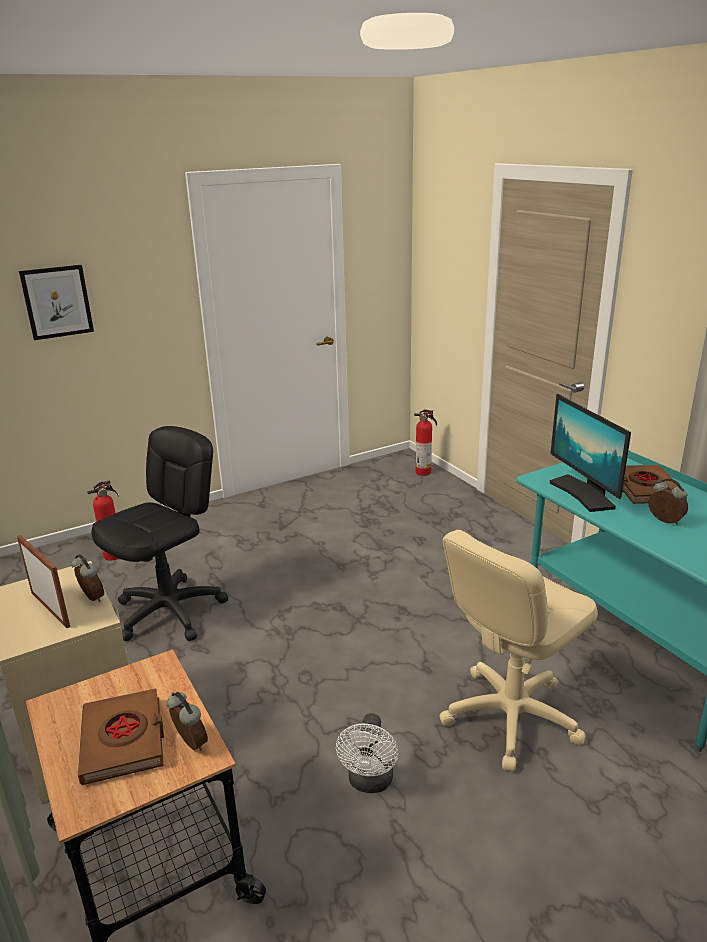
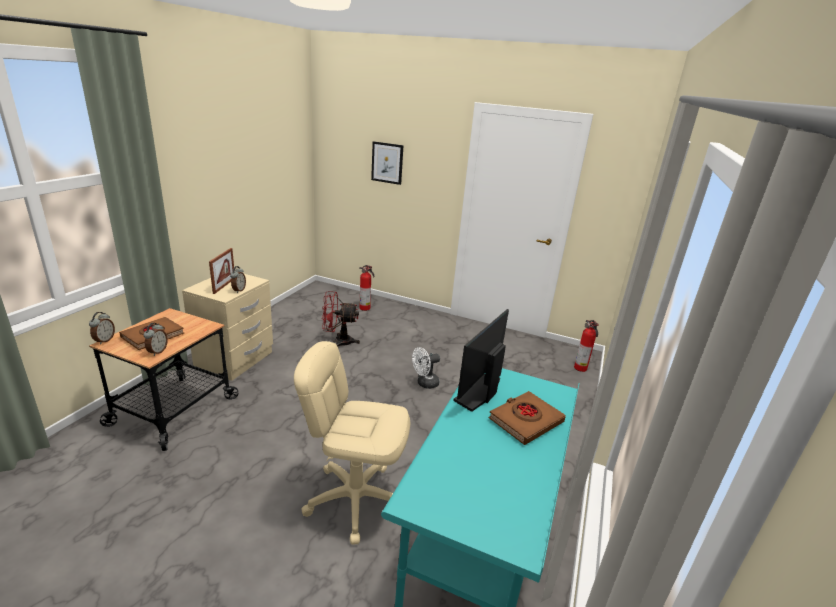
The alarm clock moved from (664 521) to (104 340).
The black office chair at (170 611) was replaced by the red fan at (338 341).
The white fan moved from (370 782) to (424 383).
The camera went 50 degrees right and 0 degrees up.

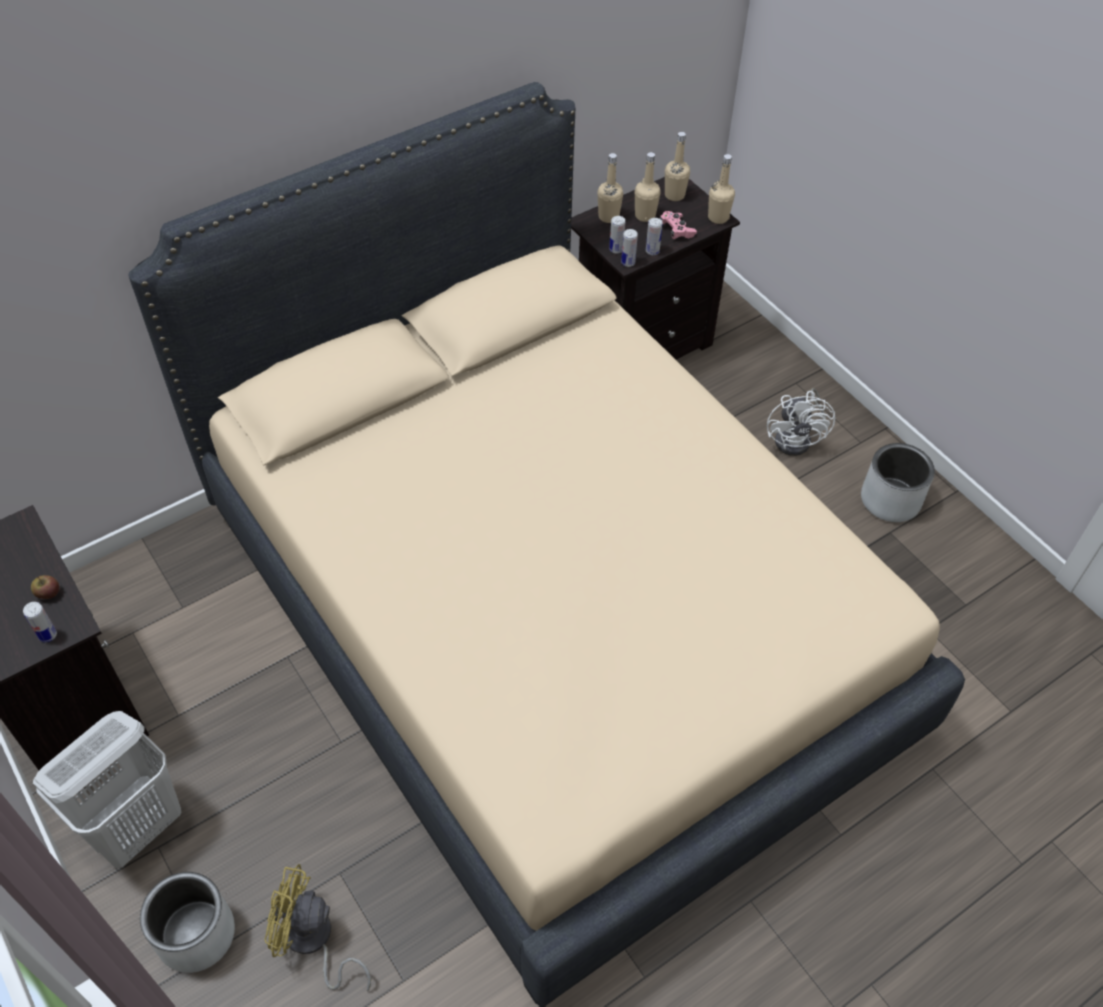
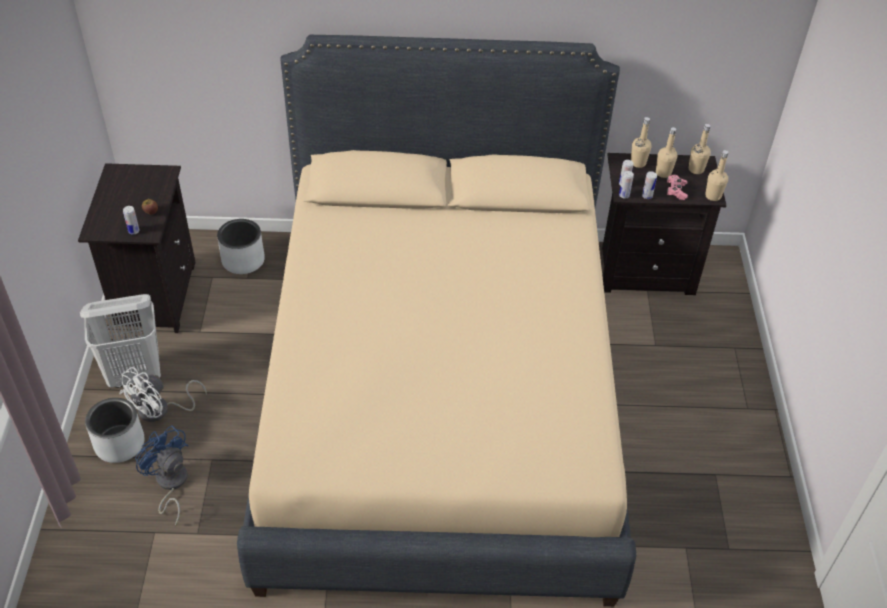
The white fan moved from (797 439) to (161 410).
The yellow fan at (313 942) became the blue fan at (170 484).
The grey planter moved from (891 500) to (243 260).
The camera went 35 degrees right and 5 degrees down.

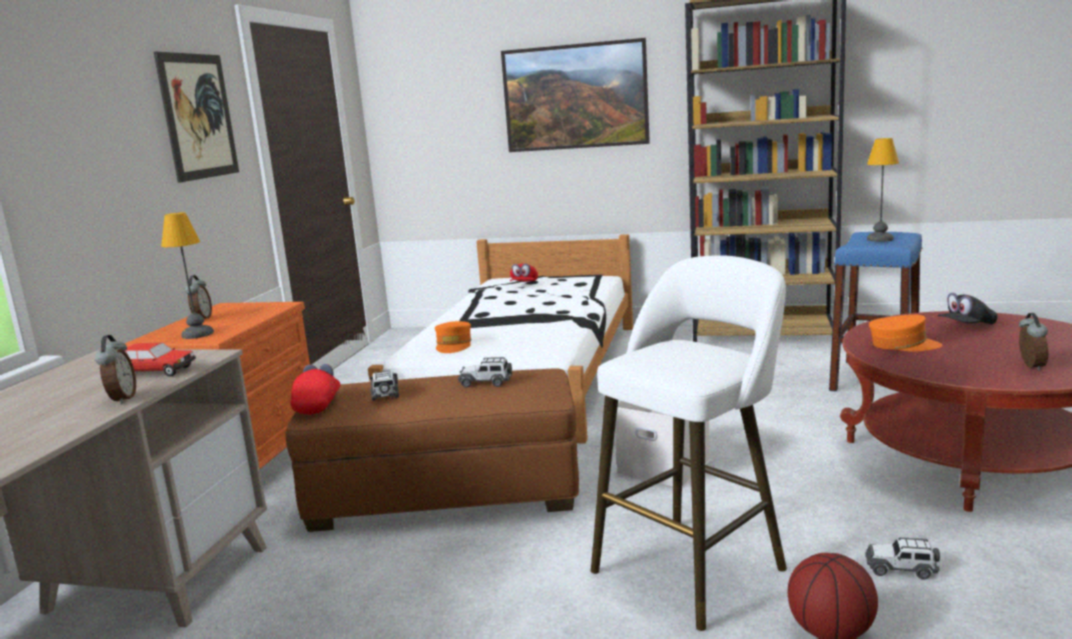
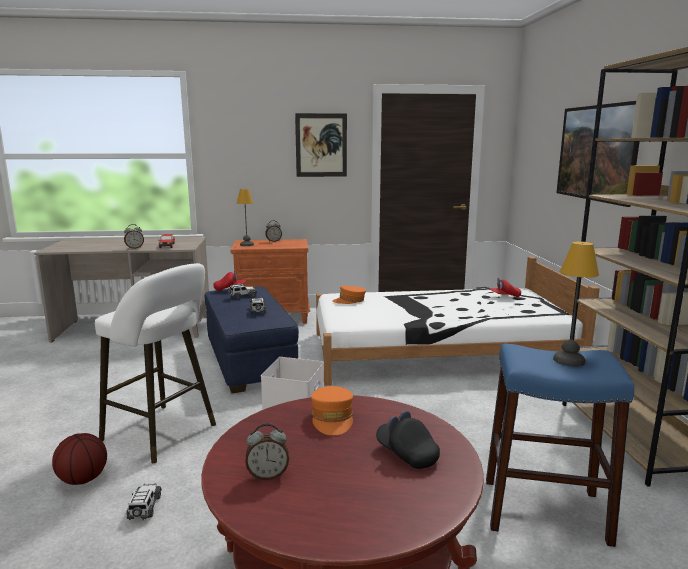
The brown ottoman at (445 495) became the blue ottoman at (248 360).
The camera went 70 degrees right and 0 degrees up.

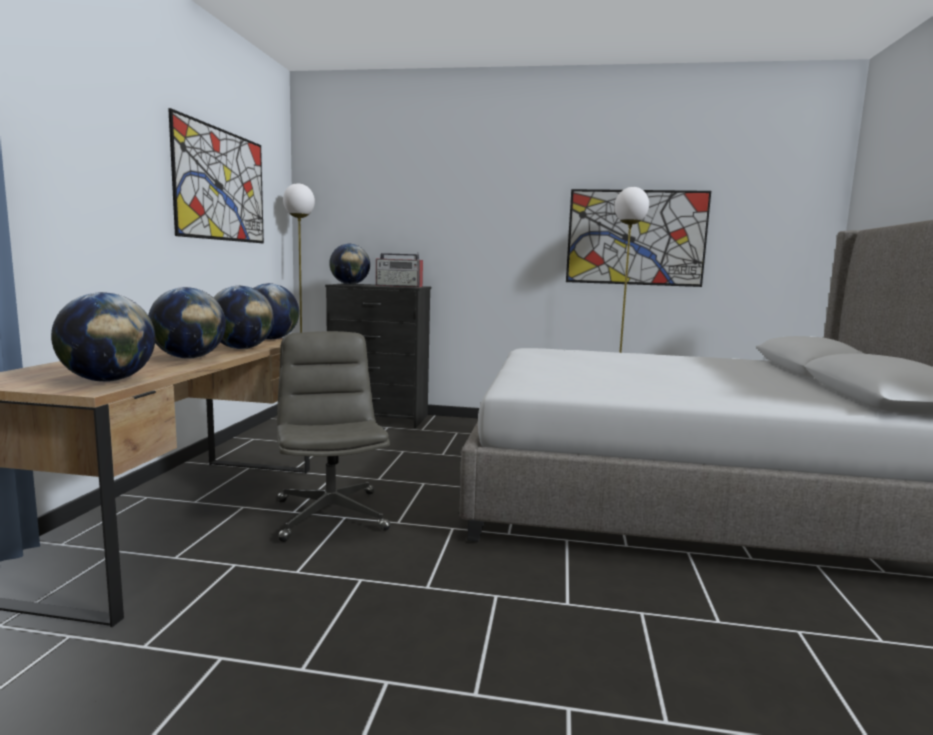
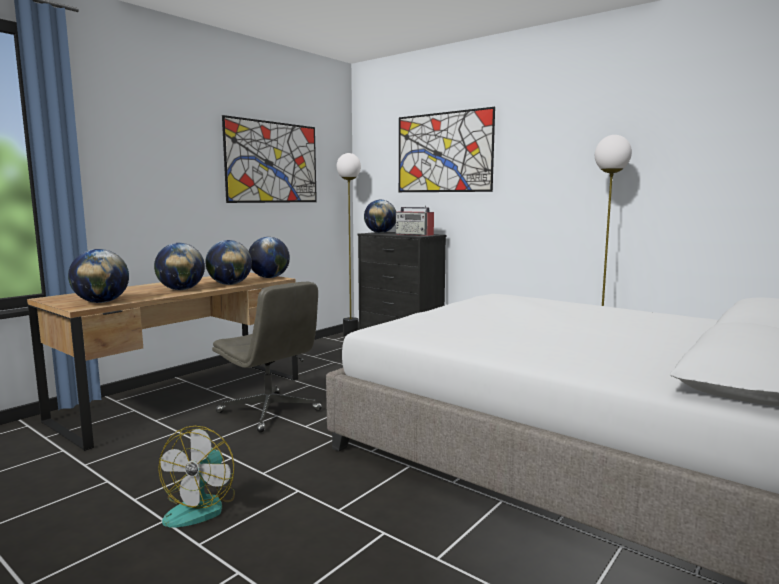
The fan at (202 506) appeared.
The grey office chair at (330 514) turned 120 degrees clockwise.
The picture moved from (636 237) to (443 152).
The camera went 30 degrees right and 0 degrees up.

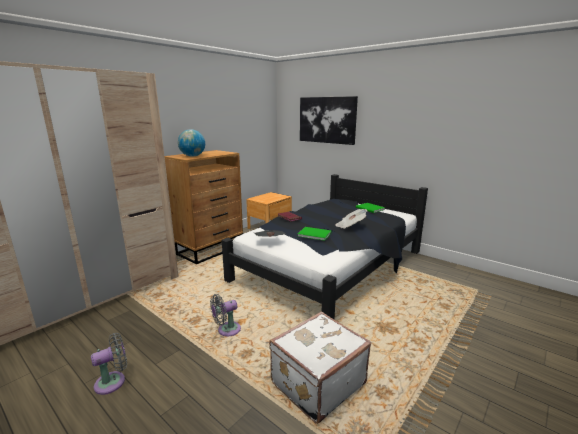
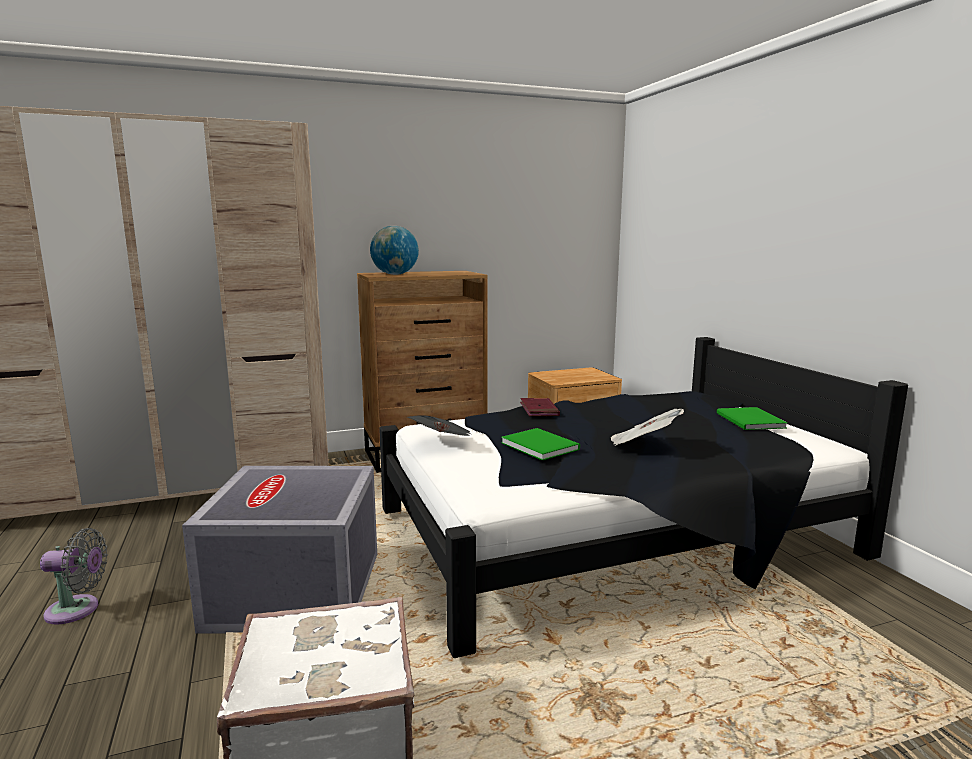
The grey fan at (226 330) was replaced by the grey storage box at (297 591).
The picture at (327 120) disappeared.
The camera went 30 degrees right and 5 degrees down.

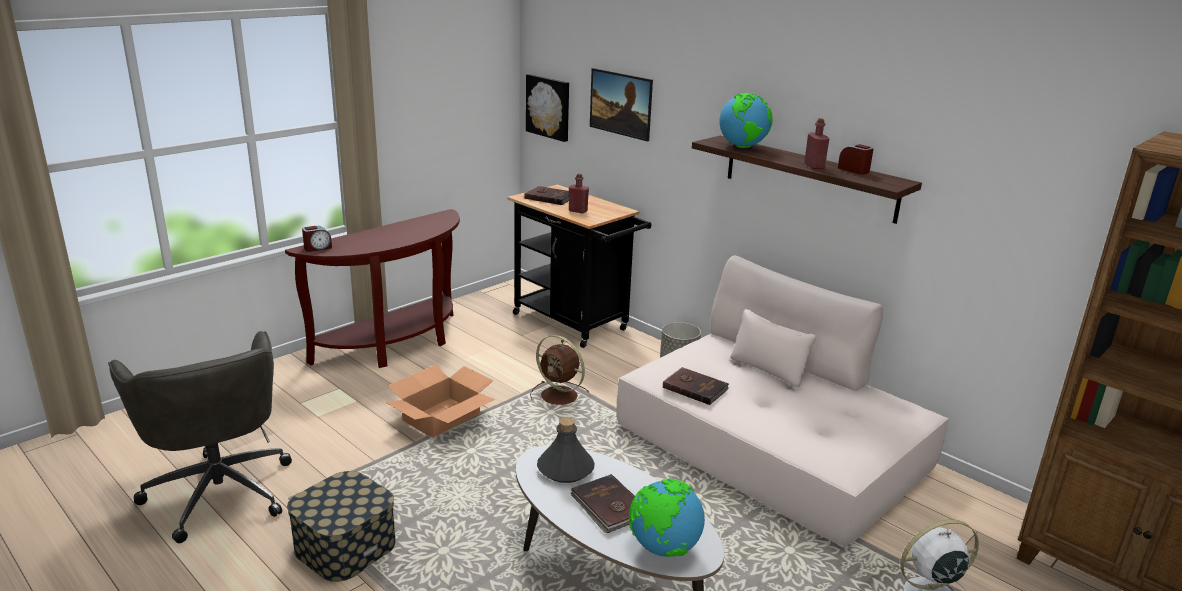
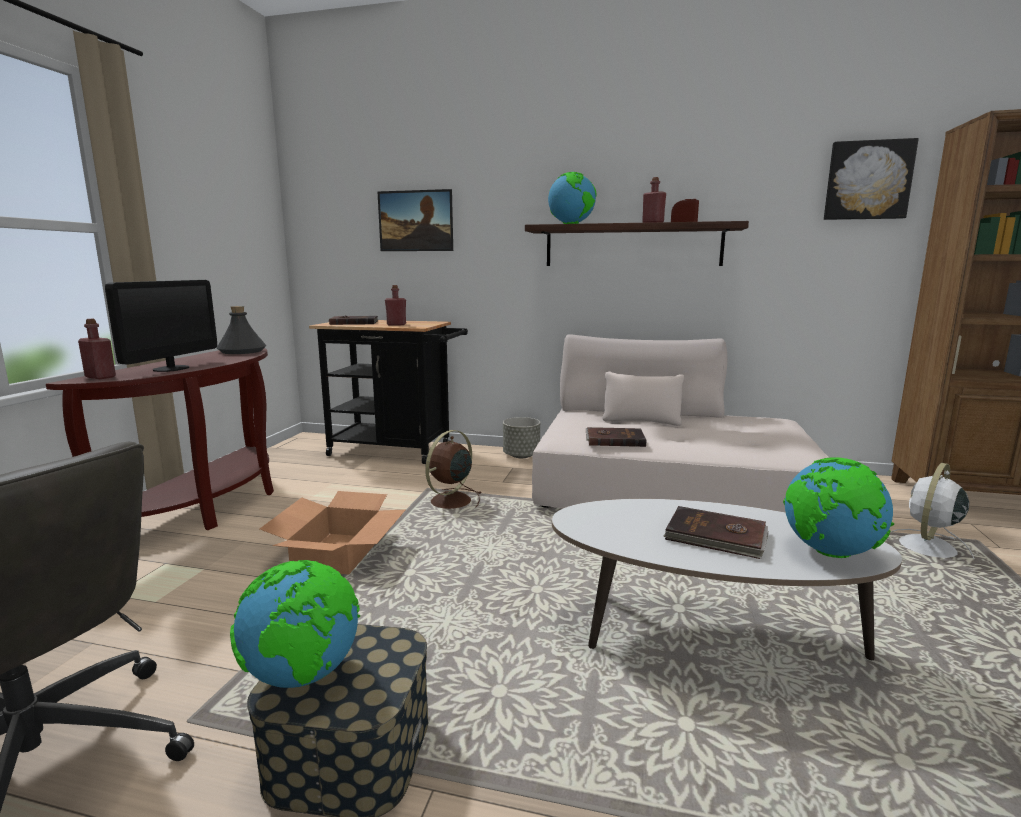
The alarm clock at (317 248) was replaced by the red bottle at (100 377).
The monitor at (171 368) appeared.
The grey bottle moved from (566 469) to (242 351).
The globe at (304 676) appeared.
The brown fan at (560 397) turned 120 degrees clockwise.
The picture moved from (549 107) to (867 180).
The camera went 30 degrees left and 10 degrees down.

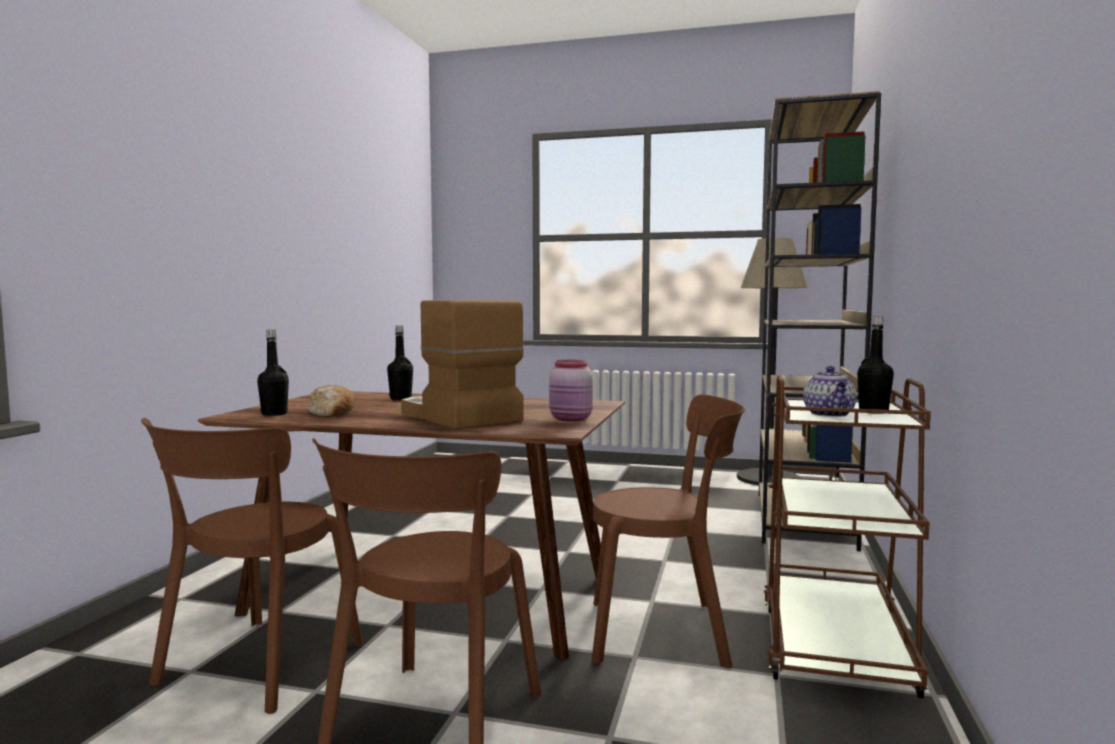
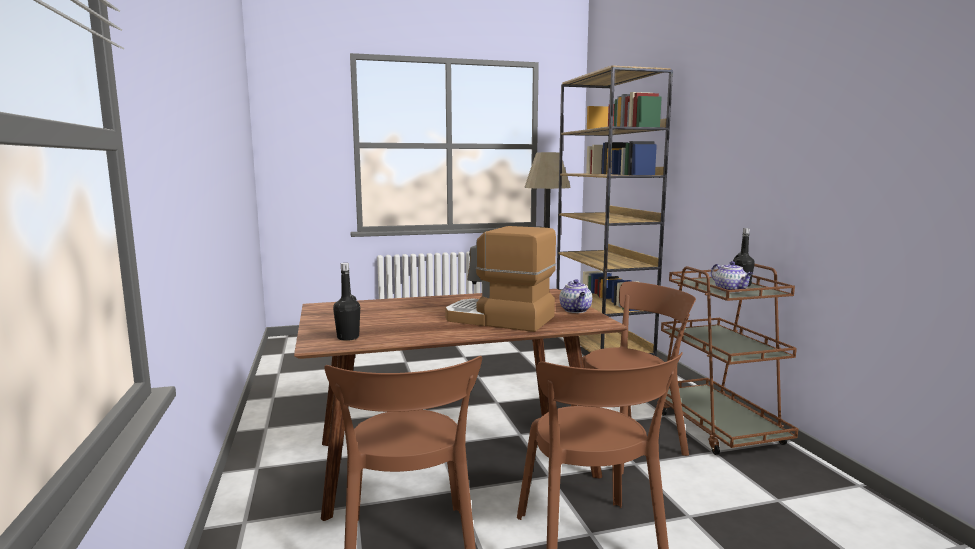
The pink jar at (571 419) was replaced by the teapot at (576 310).
The bread at (332 413) disappeared.
The black bottle at (401 399) disappeared.
The camera went 30 degrees left and 5 degrees up.

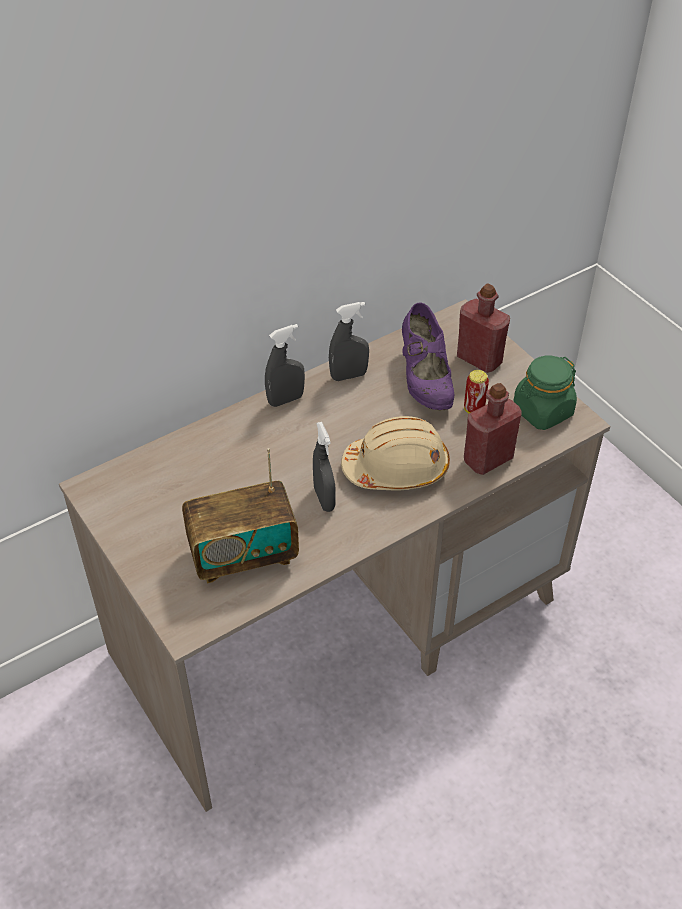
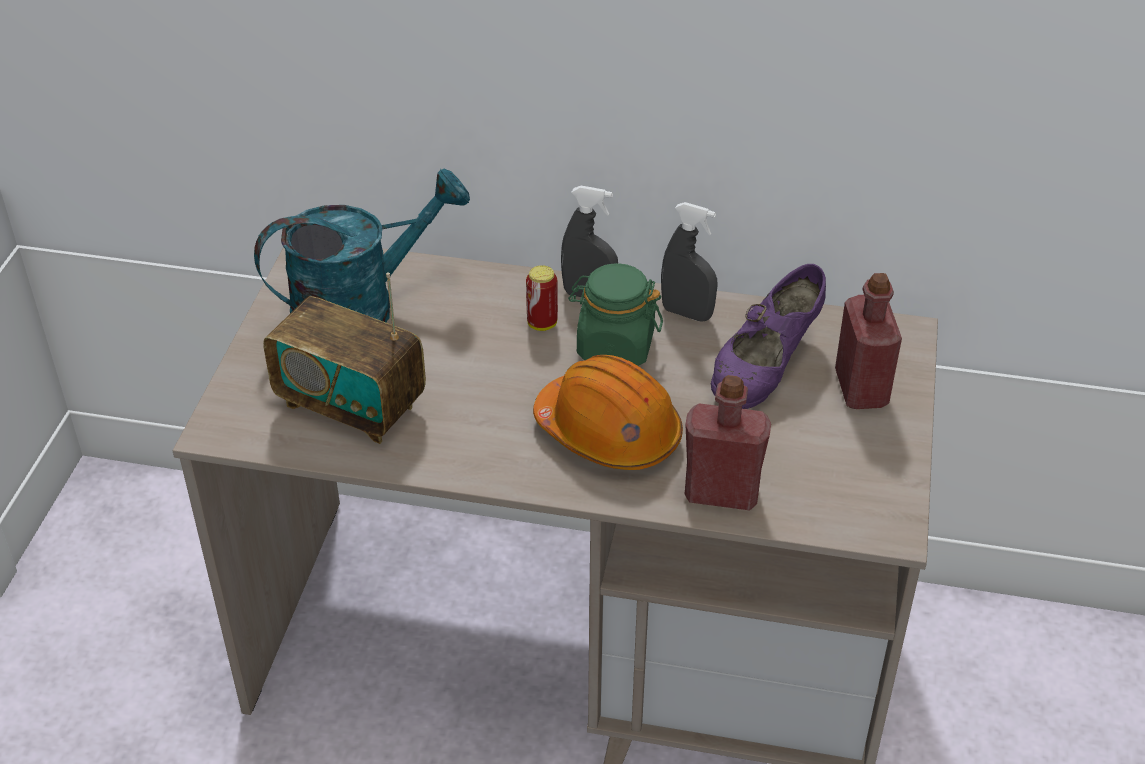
The turquoise watering can at (361 308) appeared.
The can moved from (474 409) to (542 324).
The beige hard hat at (396 468) became the orange hard hat at (608 433).
The green jar moved from (542 411) to (615 345).
The grey spray bottle at (324 499) disappeared.
The camera went 45 degrees right and 5 degrees down.

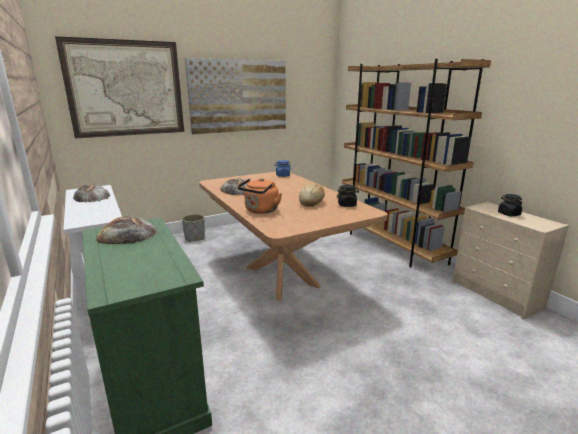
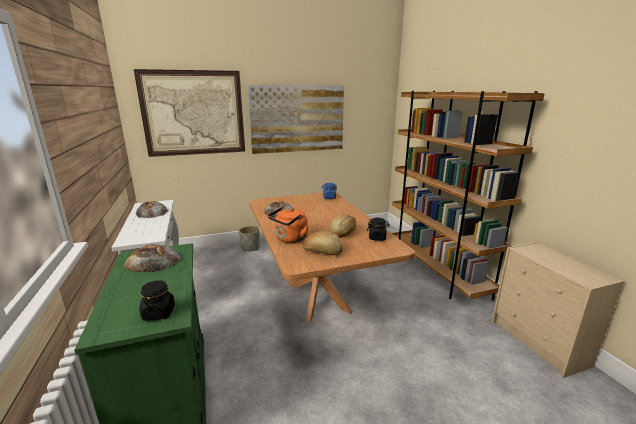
The black jar moved from (508 214) to (159 313).
The bread at (322 252) appeared.
The camera went 10 degrees right and 0 degrees up.

